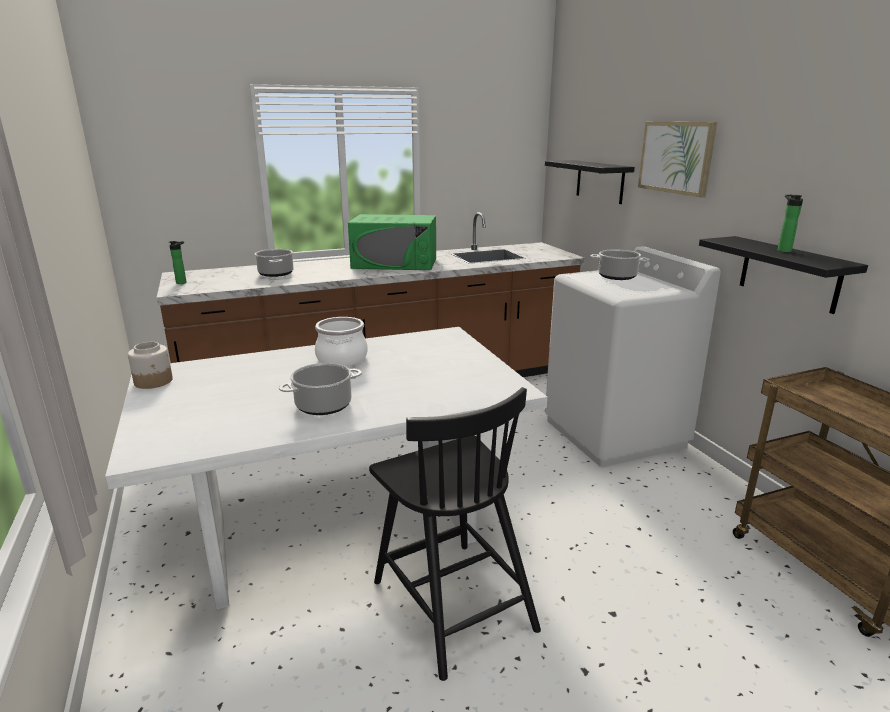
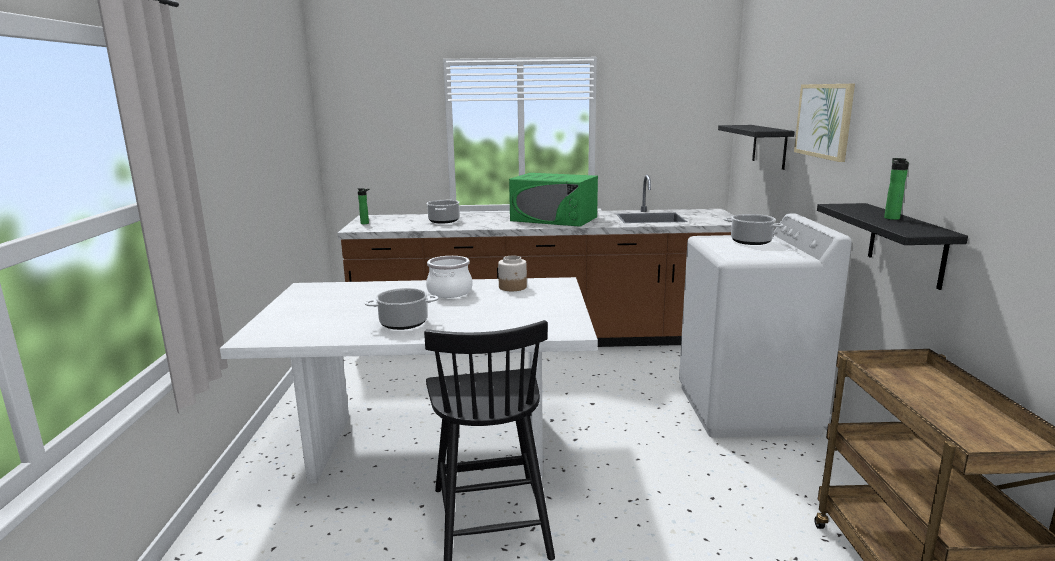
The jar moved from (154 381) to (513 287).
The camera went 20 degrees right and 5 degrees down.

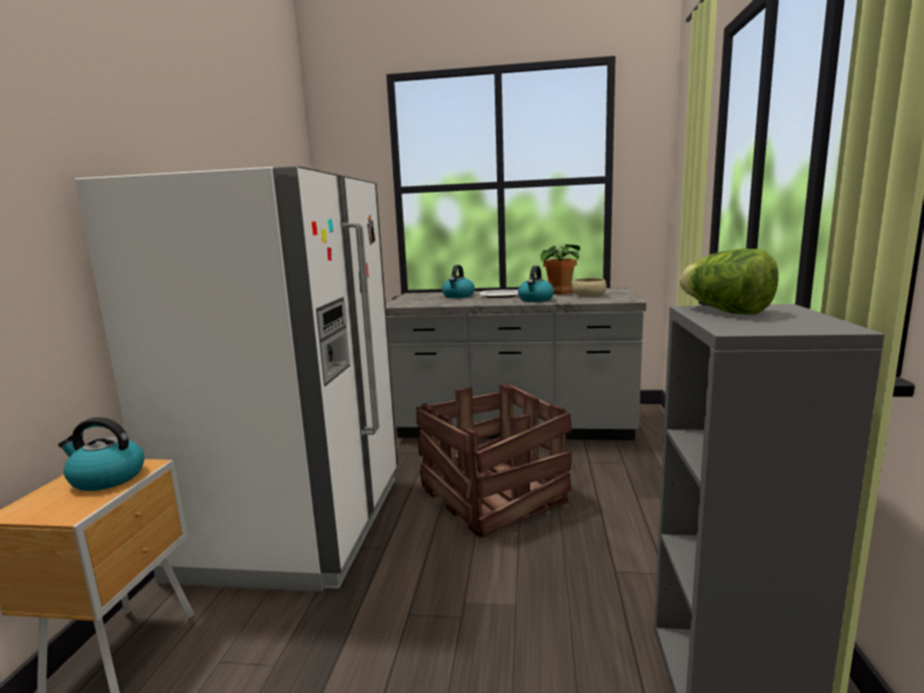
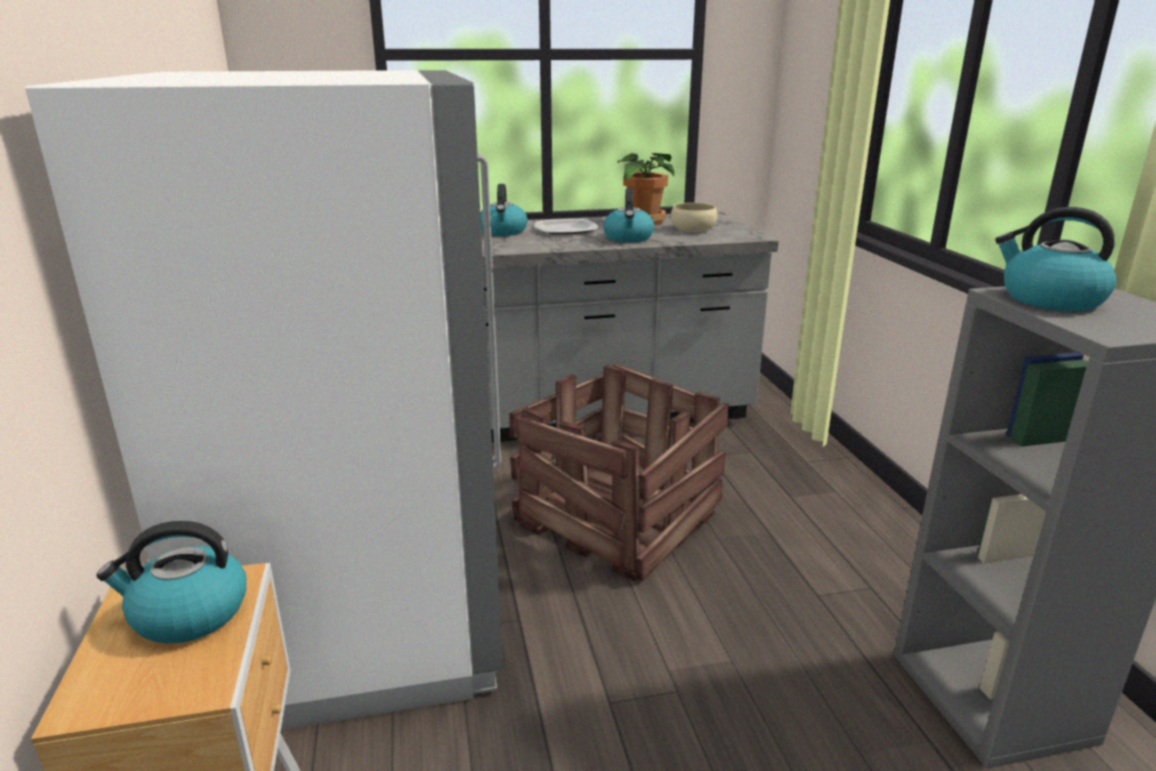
The lettuce at (725 312) was replaced by the kettle at (1049 299).
The camera went 20 degrees left and 10 degrees up.

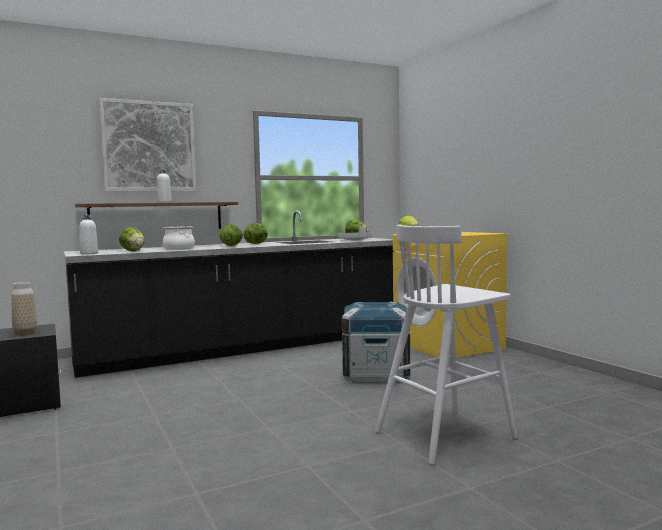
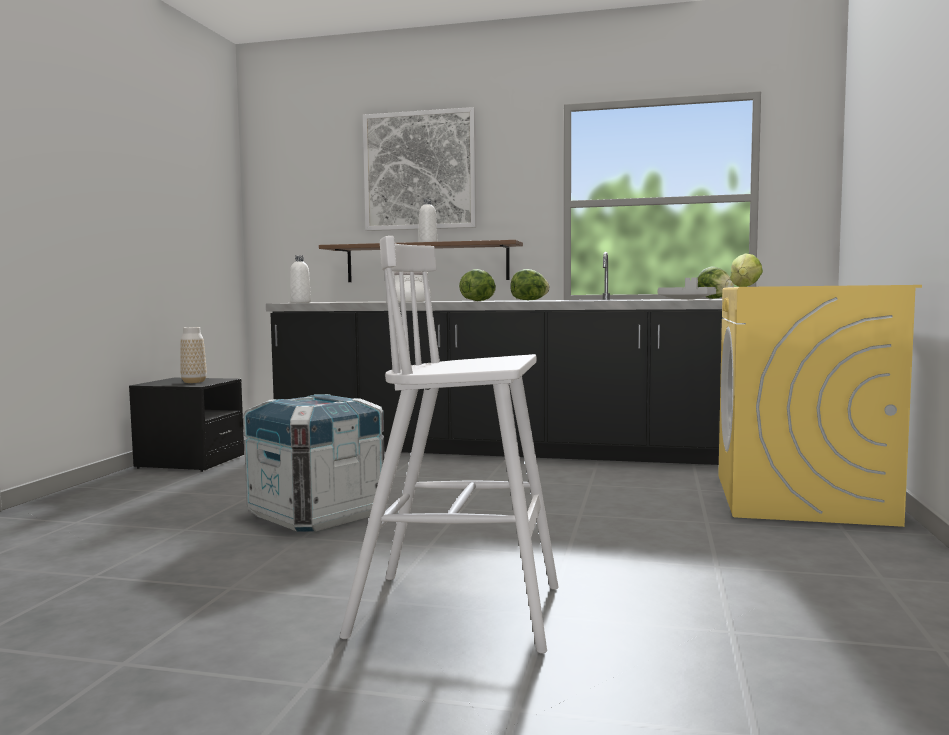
The crate moved from (376 374) to (317 515).
The lettuce at (133 251) disappeared.
The camera went 40 degrees right and 0 degrees up.

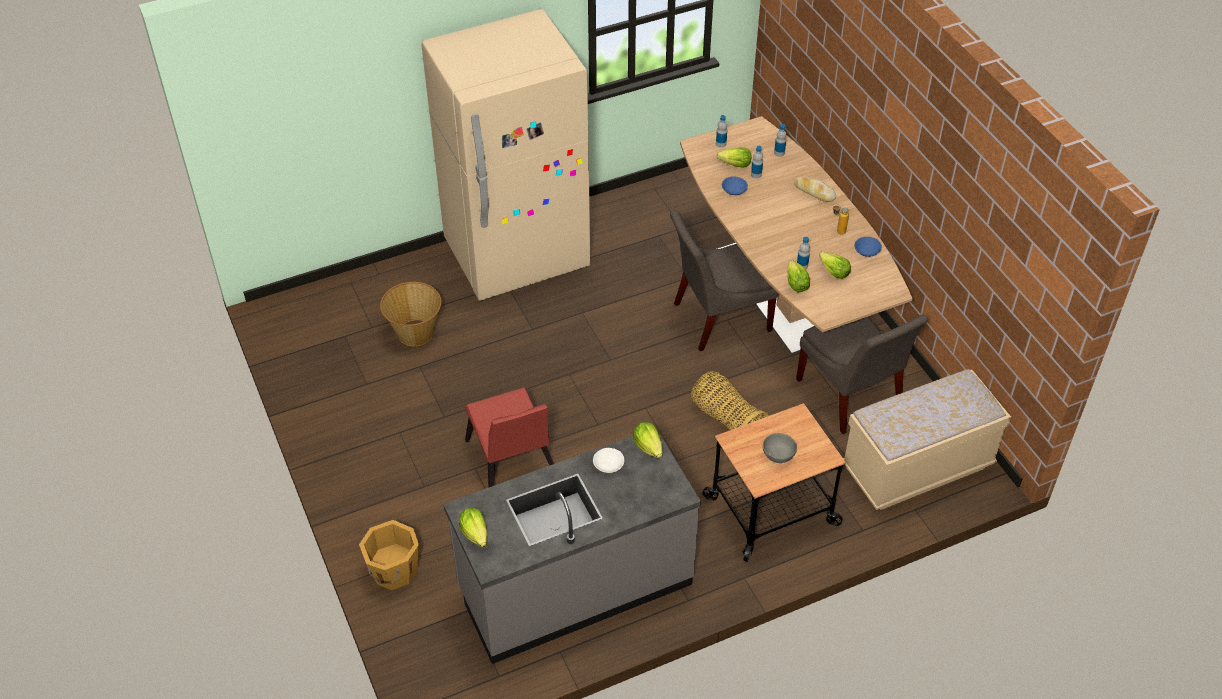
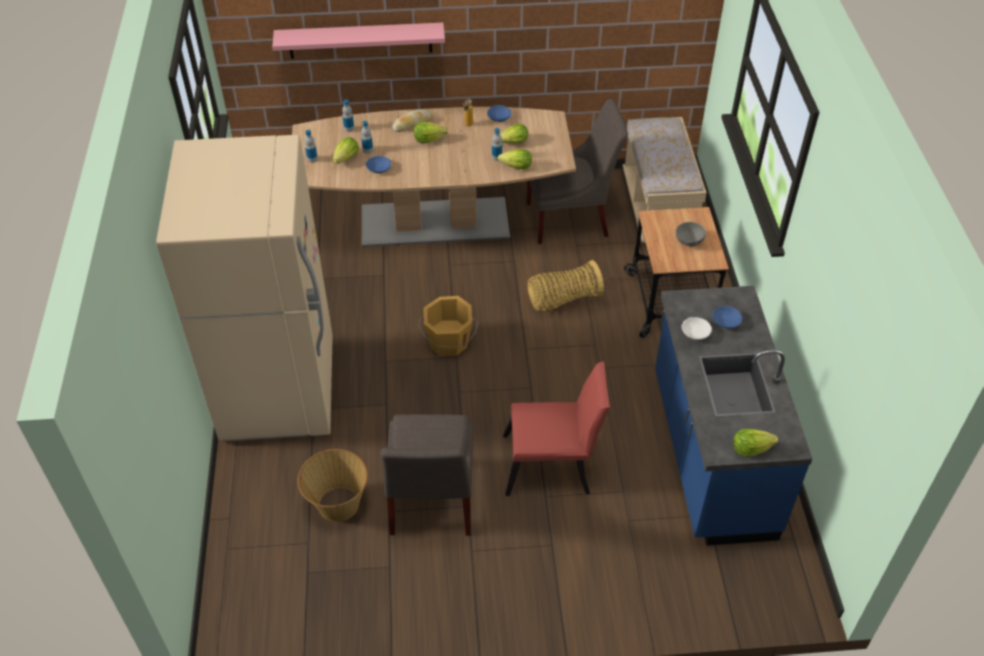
The pink shelf at (360 40) appeared.
The grey chair moved from (717 318) to (430 502).
The lettuce moved from (648 447) to (428 139).
The orange bucket moved from (393 571) to (448 342).
The grey counter at (575 586) became the blue counter at (710 455).
The blue bowl at (726 321) appeared.
The camera went 70 degrees left and 0 degrees up.

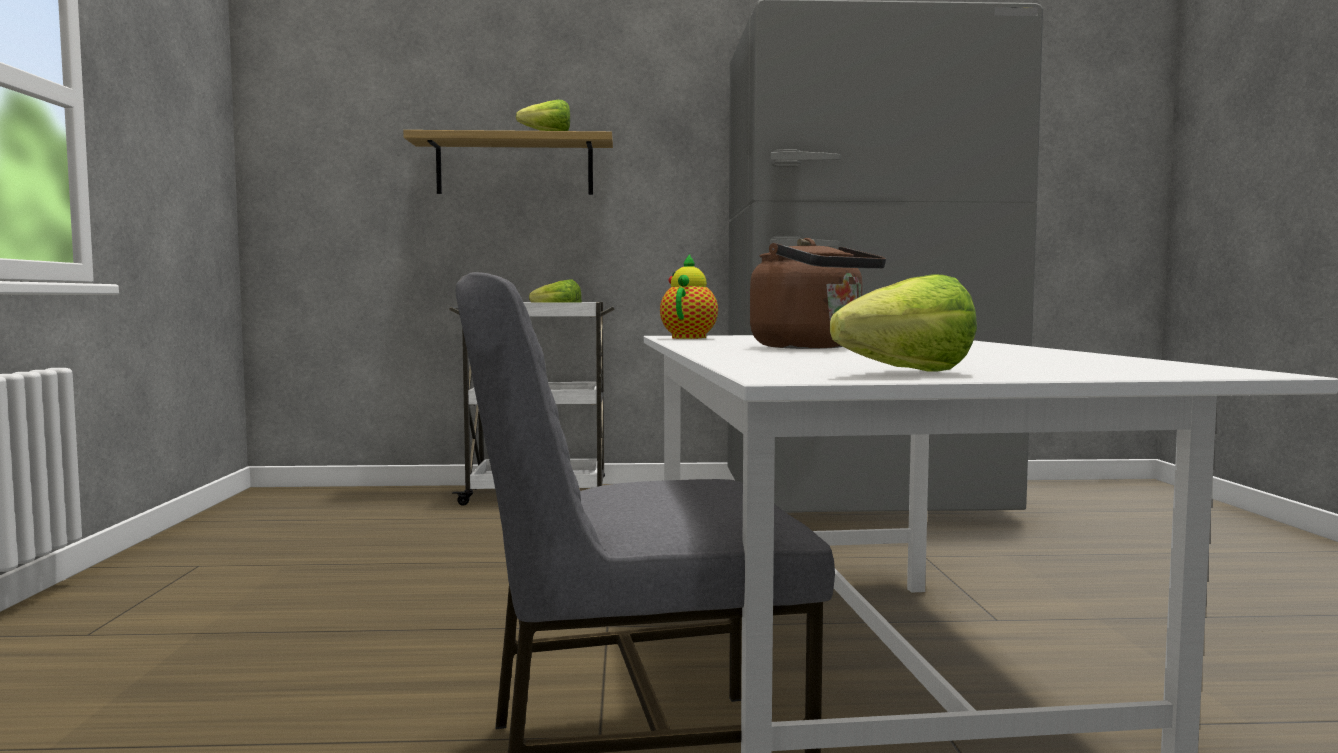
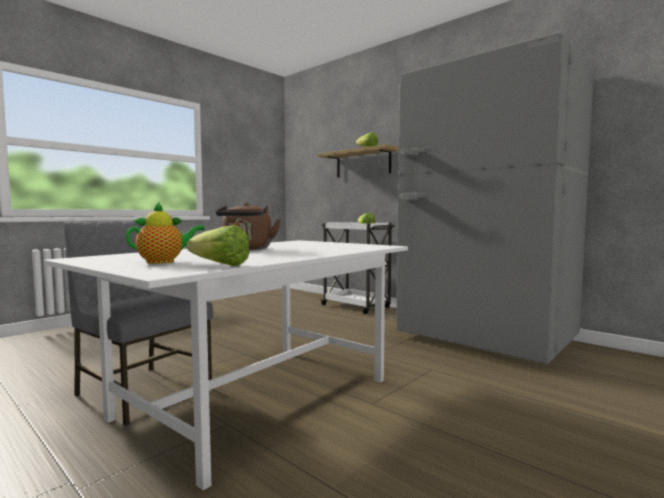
The teapot moved from (690 337) to (164 262).
The lettuce moved from (894 373) to (216 265).
The camera went 45 degrees right and 0 degrees up.

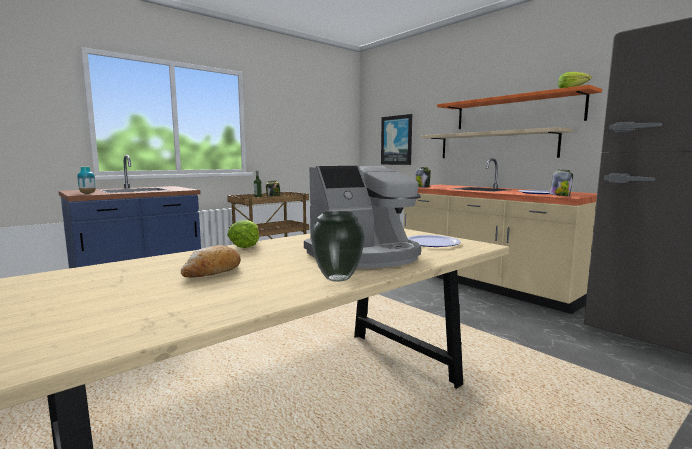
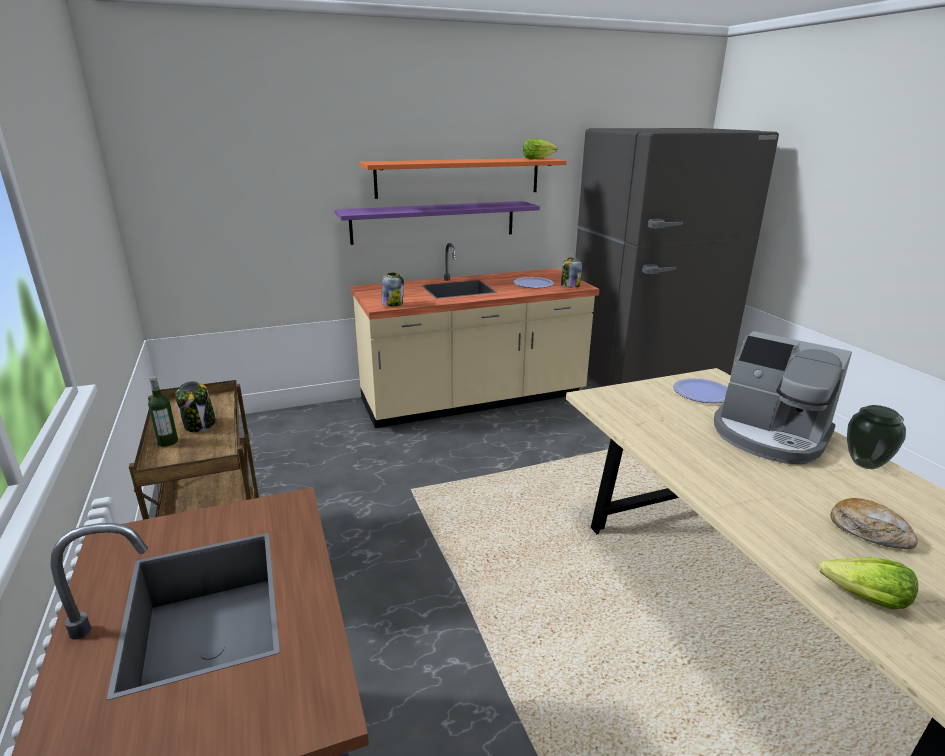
The beige shelf at (495 145) became the purple shelf at (434 222).
The coffee machine at (364 256) turned 135 degrees clockwise.
The lettuce moved from (245 245) to (865 598).
The vase at (87 193) disappeared.
The picture at (396 140) disappeared.
The camera went 70 degrees left and 15 degrees up.

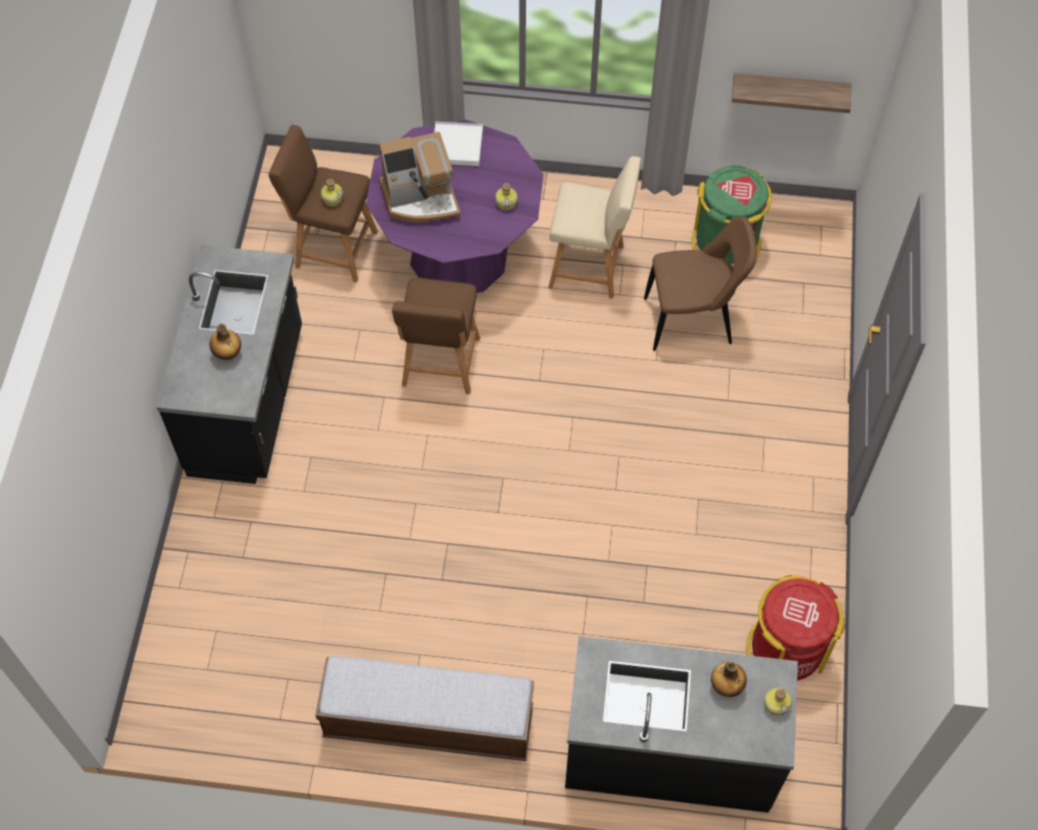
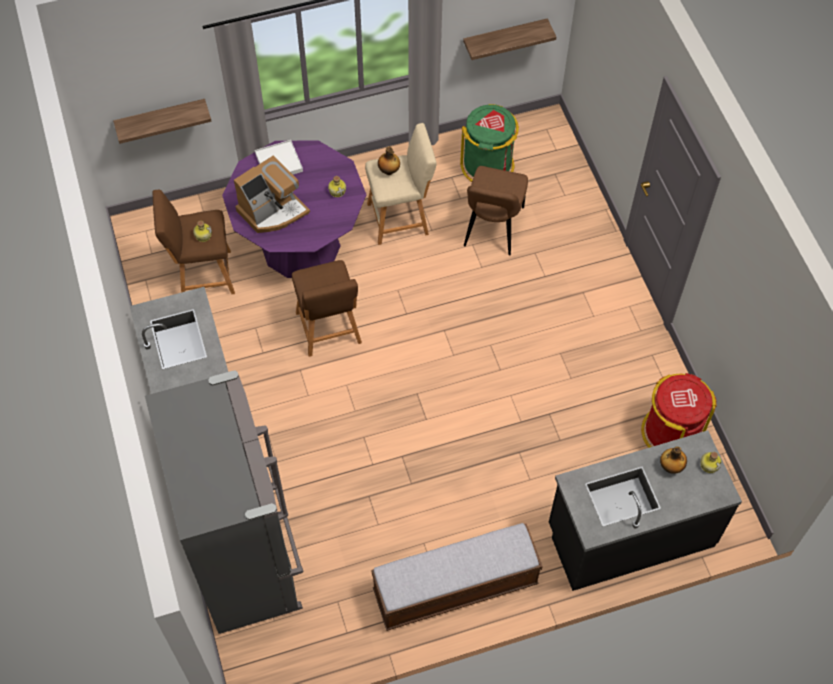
The shelf at (161 118) appeared.
The grey fridge at (247 558) appeared.
The bottle moved from (228 354) to (389 171).
The brown chair at (692 321) turned 135 degrees clockwise.
The camera went 25 degrees left and 0 degrees up.

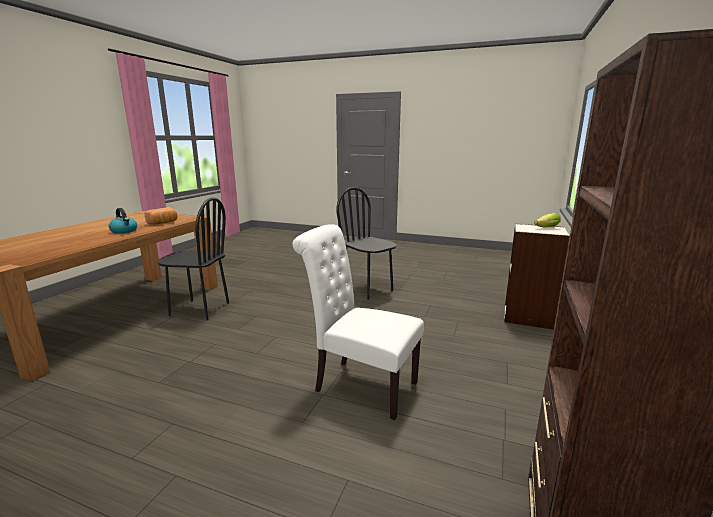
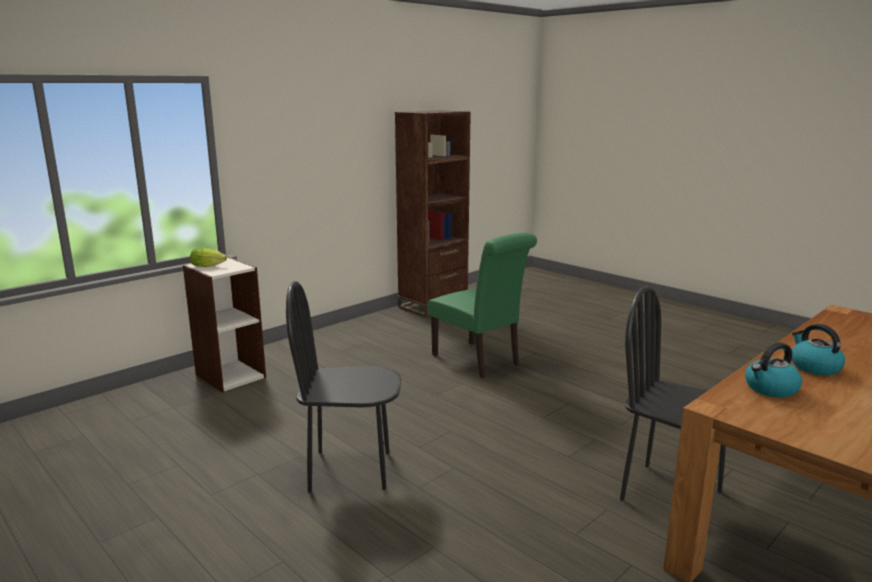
The black chair at (367 289) turned 105 degrees clockwise.
The white chair at (360 385) became the green chair at (479 361).
The bread at (163 223) was replaced by the kettle at (770 389).
The camera went 155 degrees left and 0 degrees up.

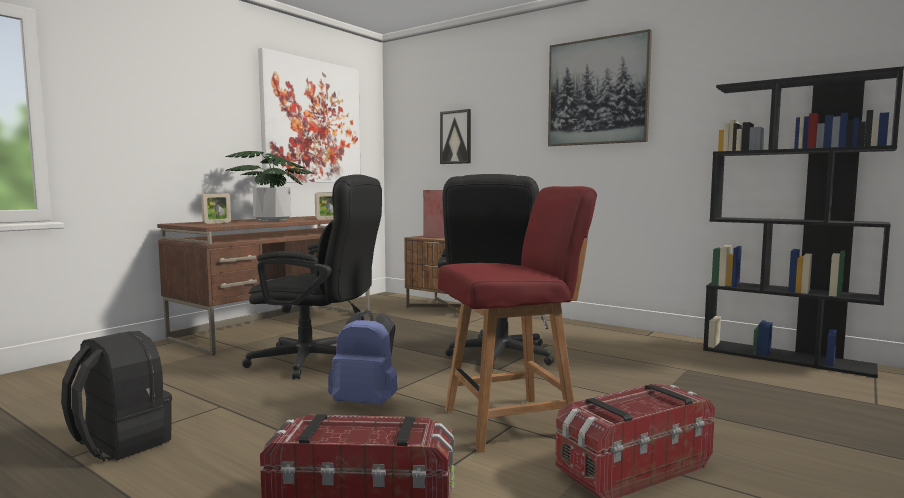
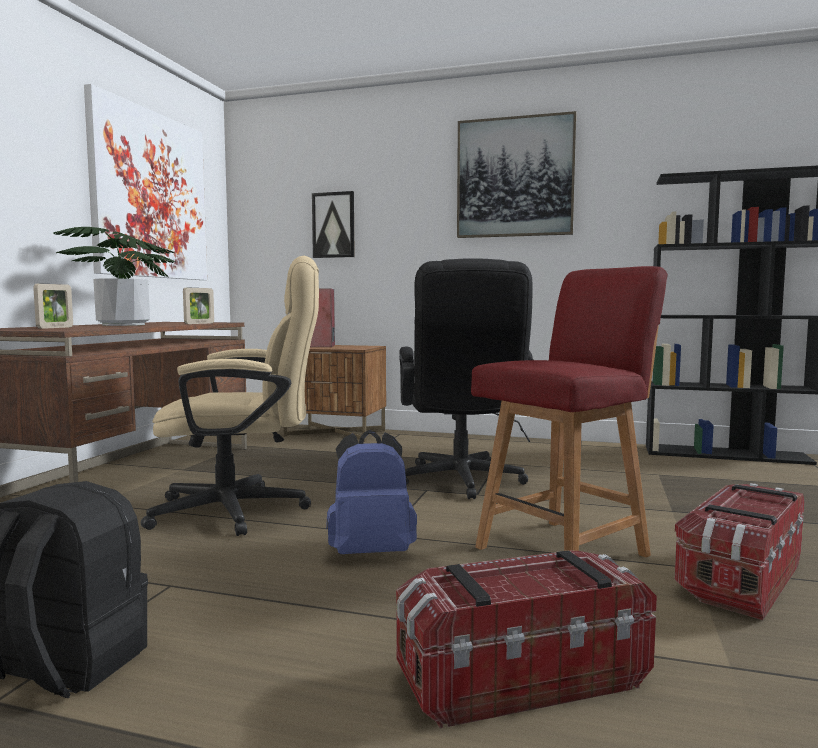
The black office chair at (318 362) became the beige office chair at (244 510).
The camera went 20 degrees left and 0 degrees up.

